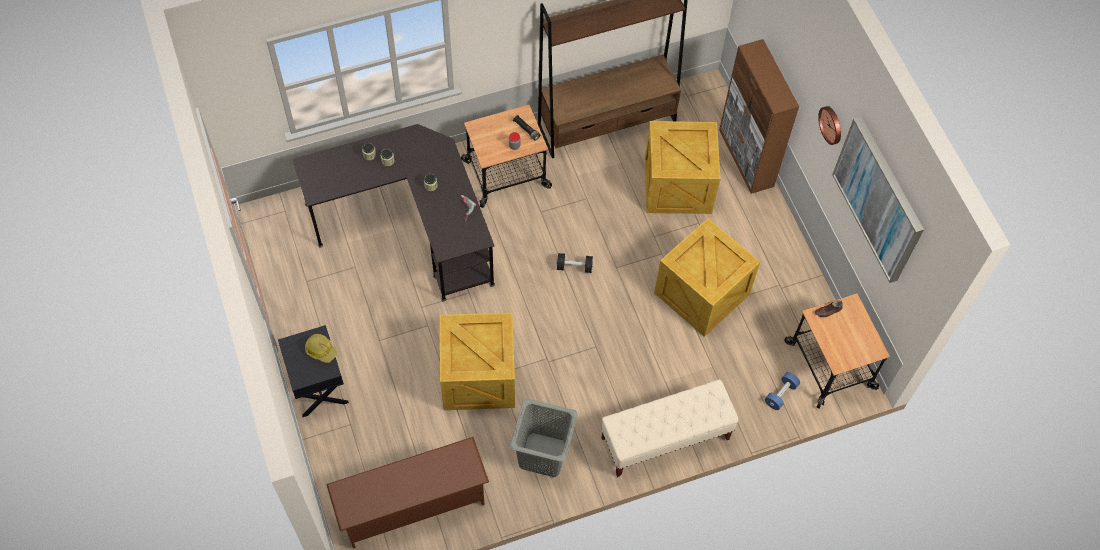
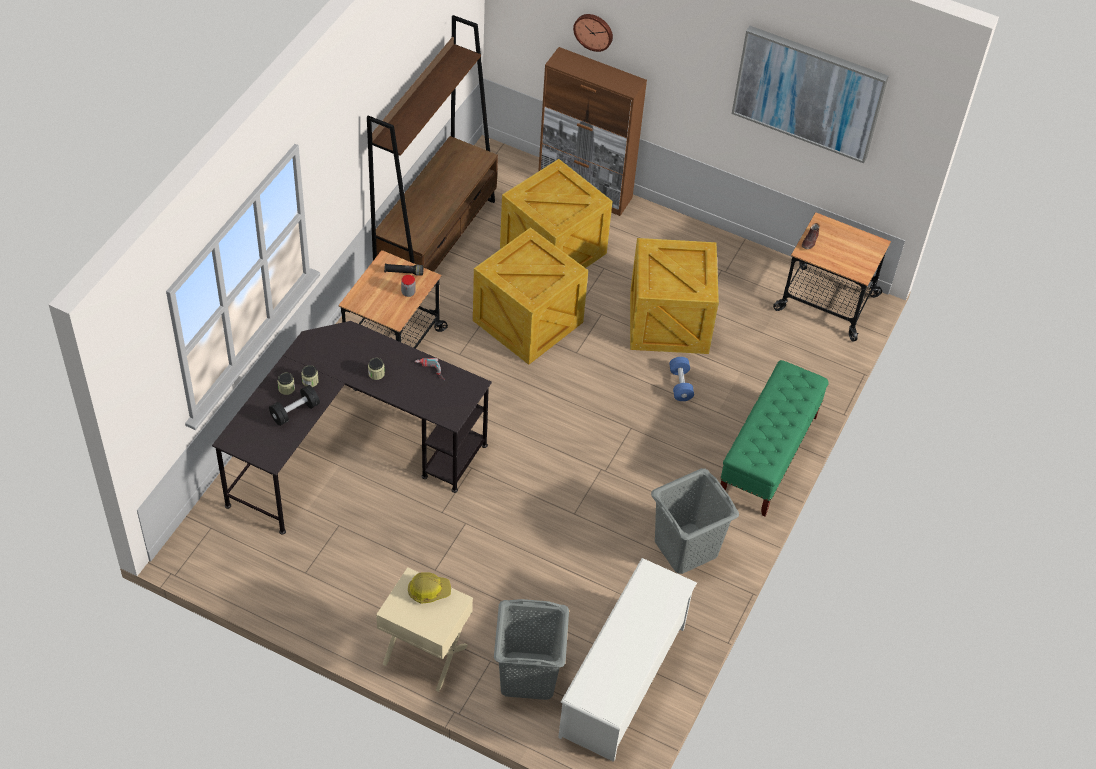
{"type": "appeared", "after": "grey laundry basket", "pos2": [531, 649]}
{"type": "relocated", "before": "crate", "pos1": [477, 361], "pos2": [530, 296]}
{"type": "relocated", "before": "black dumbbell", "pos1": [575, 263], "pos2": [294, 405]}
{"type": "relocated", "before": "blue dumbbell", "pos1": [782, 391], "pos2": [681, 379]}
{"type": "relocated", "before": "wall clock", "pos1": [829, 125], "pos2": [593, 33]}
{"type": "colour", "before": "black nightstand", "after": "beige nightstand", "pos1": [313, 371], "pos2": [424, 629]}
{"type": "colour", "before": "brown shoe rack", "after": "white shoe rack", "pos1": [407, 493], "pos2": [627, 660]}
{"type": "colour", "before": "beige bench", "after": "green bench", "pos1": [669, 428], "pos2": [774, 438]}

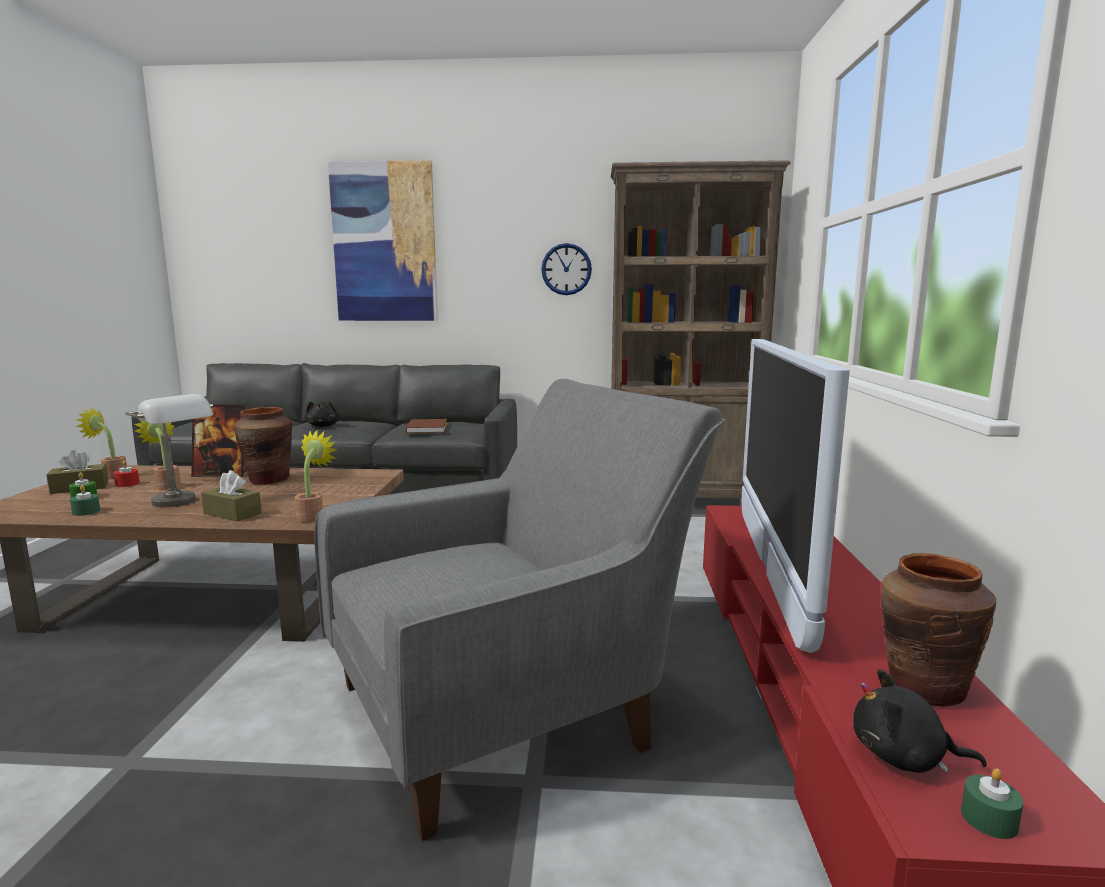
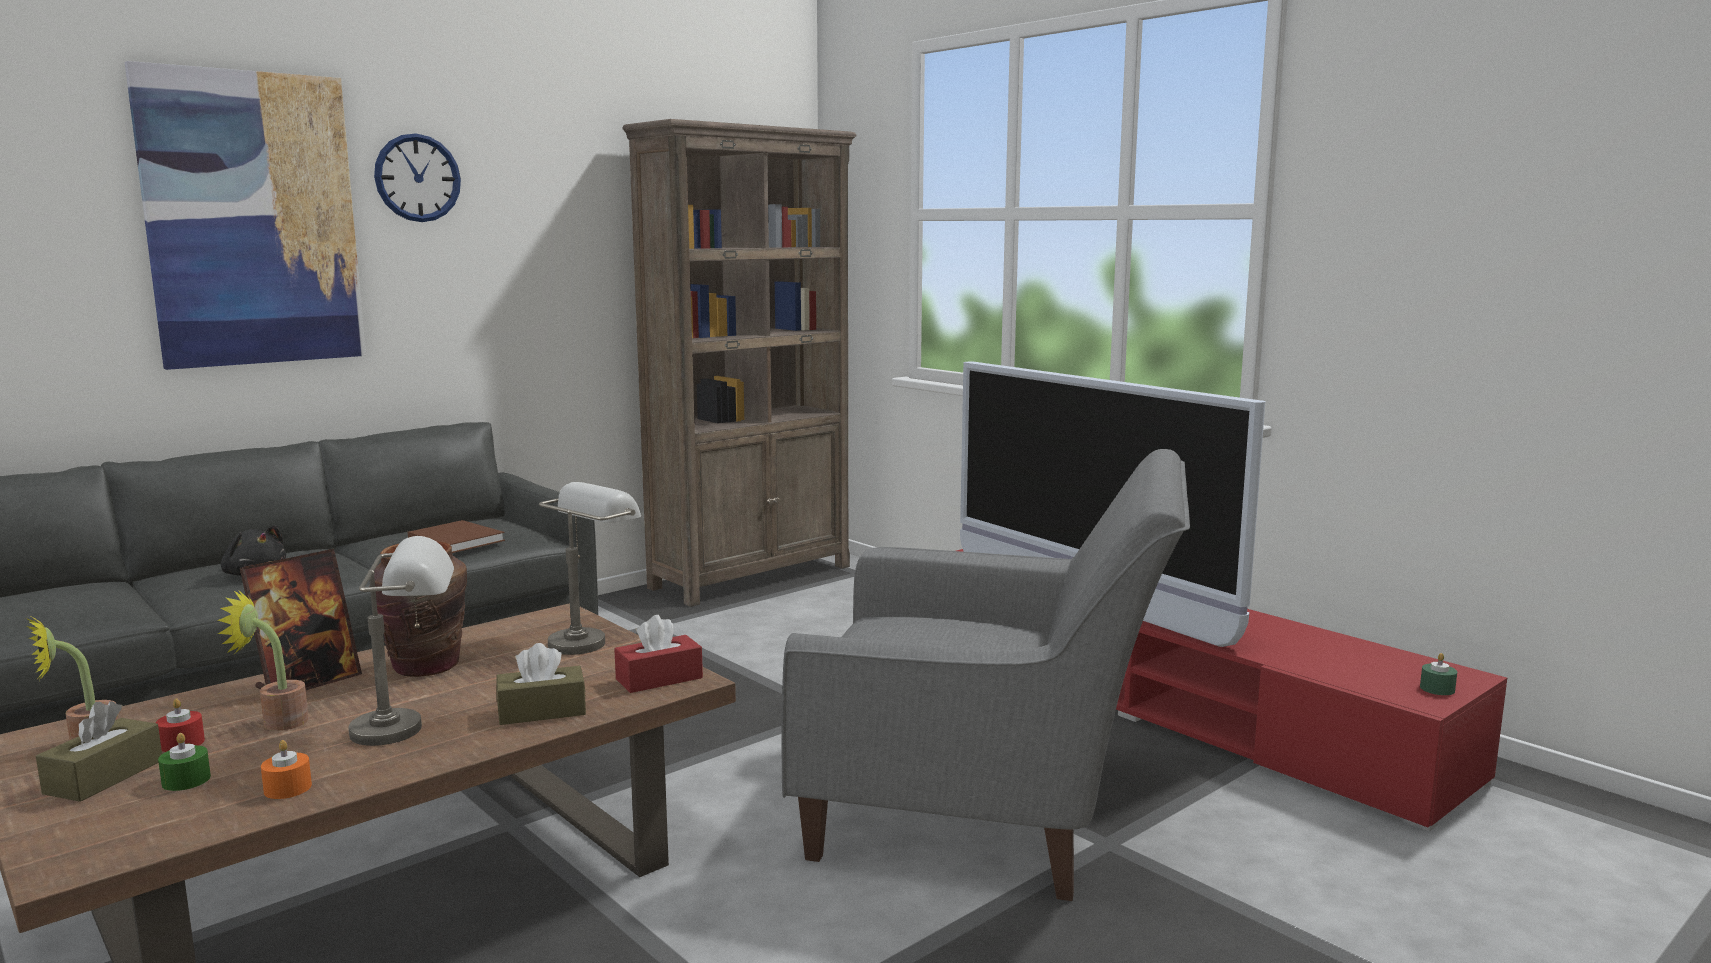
{"type": "missing", "before": "black plush toy", "pos1": [920, 721]}
{"type": "missing", "before": "brown vase", "pos1": [938, 630]}
{"type": "appeared", "after": "grey table lamp", "pos2": [590, 568]}
{"type": "relocated", "before": "wall clock", "pos1": [566, 269], "pos2": [417, 177]}
{"type": "exchanged", "before": "potted plant", "after": "red tissue box", "pos1": [316, 475], "pos2": [658, 654]}
{"type": "colour", "before": "green candle", "after": "orange candle", "pos1": [85, 500], "pos2": [286, 769]}
{"type": "spun", "before": "grey armchair", "pos1": [519, 610], "pos2": [985, 675], "turn": 90}

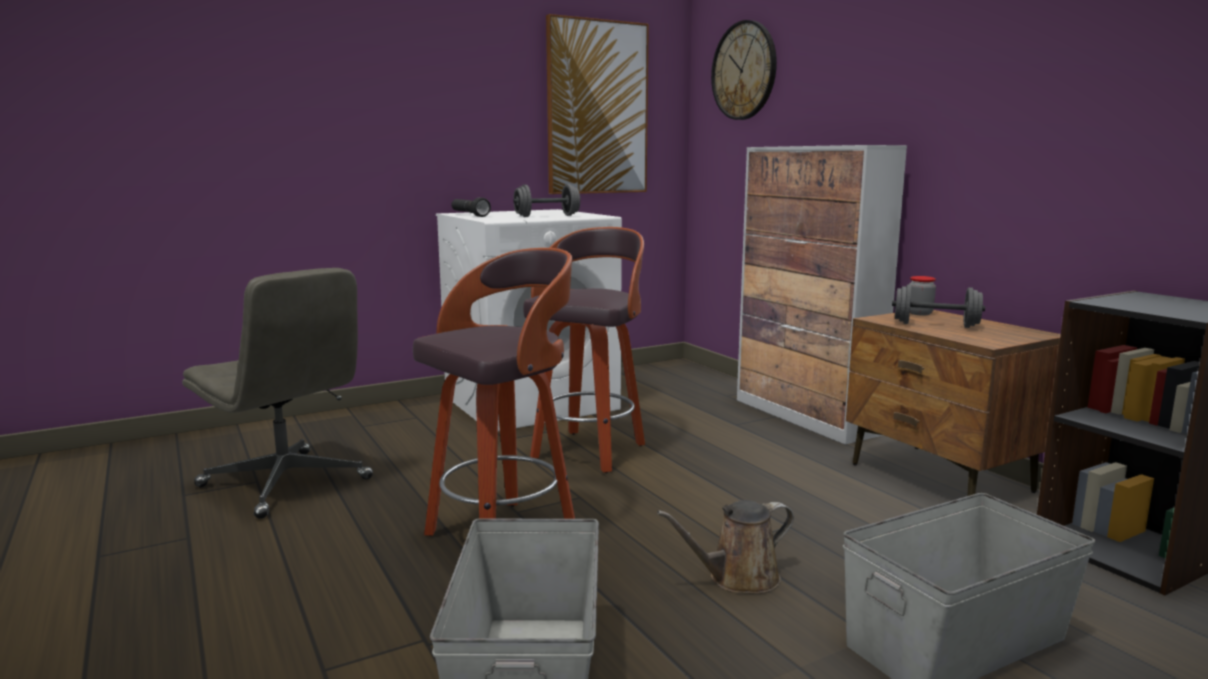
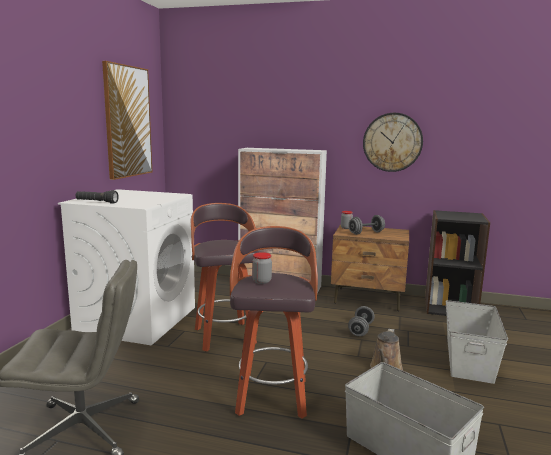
{"type": "appeared", "after": "jar", "pos2": [262, 268]}
{"type": "relocated", "before": "grey dumbbell", "pos1": [546, 200], "pos2": [361, 321]}
{"type": "relocated", "before": "wall clock", "pos1": [744, 70], "pos2": [393, 142]}

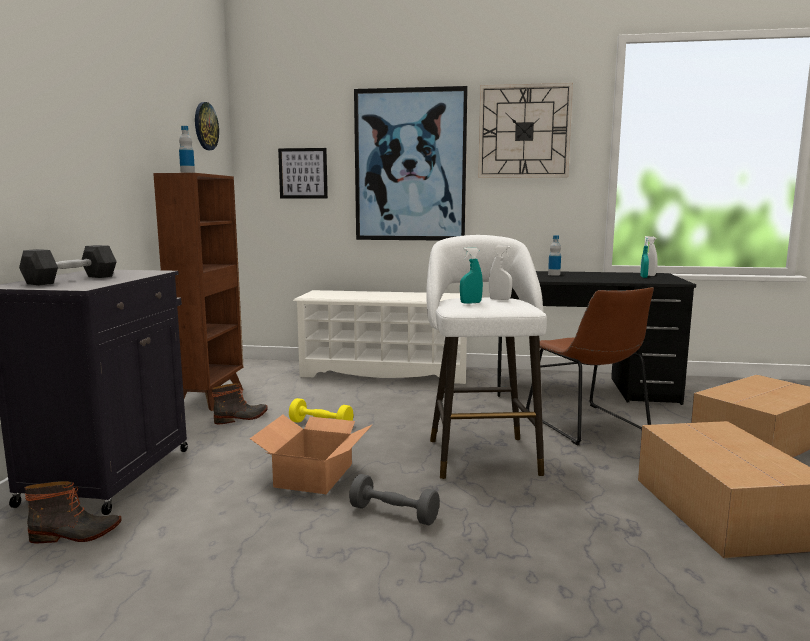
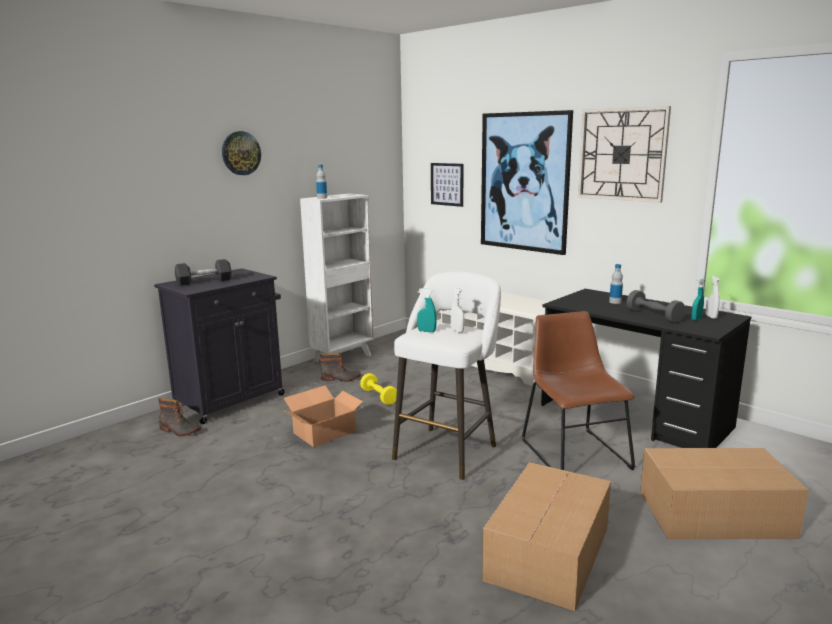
{"type": "relocated", "before": "wall clock", "pos1": [207, 126], "pos2": [241, 153]}
{"type": "relocated", "before": "grey dumbbell", "pos1": [394, 500], "pos2": [656, 306]}
{"type": "colour", "before": "brown bookcase", "after": "white bookcase", "pos1": [198, 292], "pos2": [337, 278]}
{"type": "spun", "before": "brown chair", "pos1": [590, 366], "pos2": [578, 390], "turn": 150}

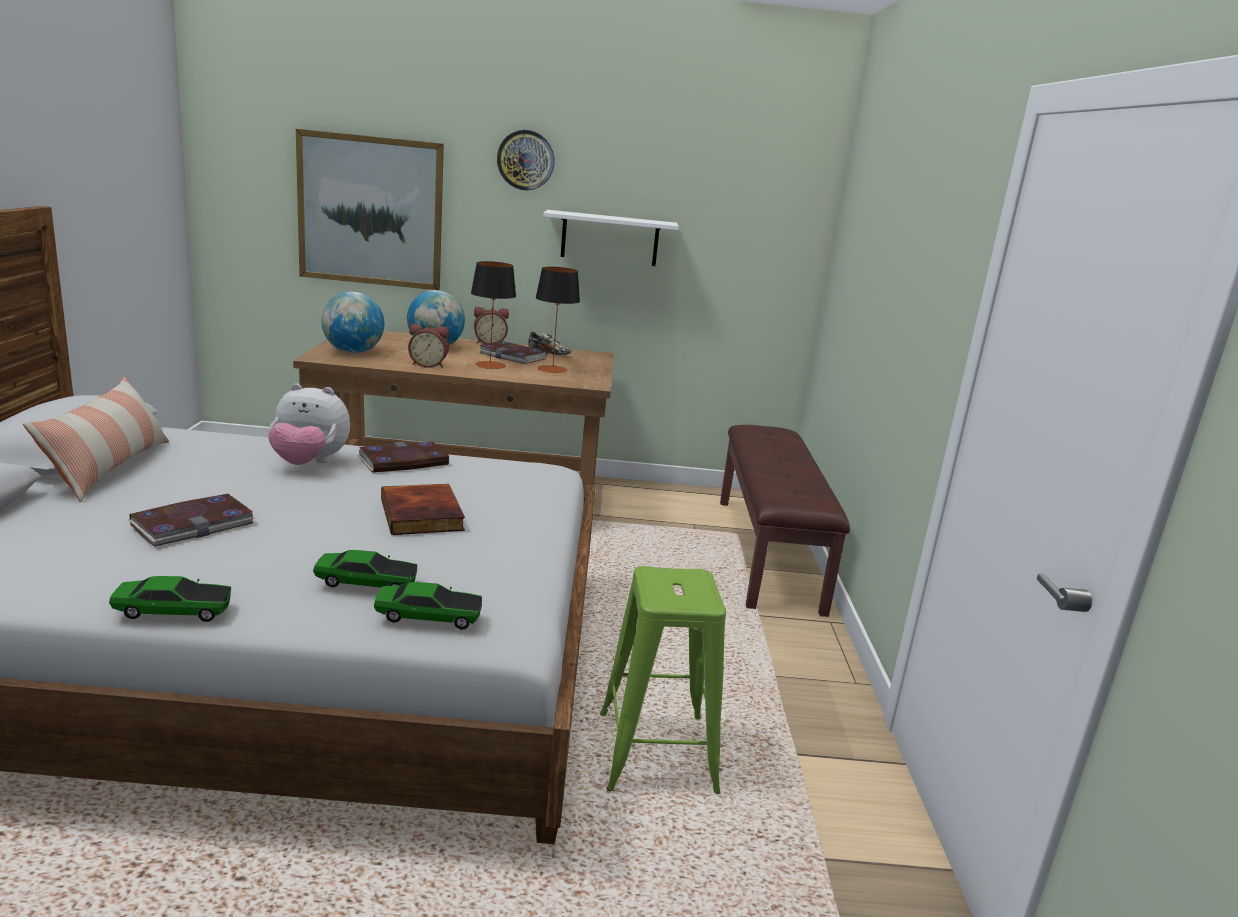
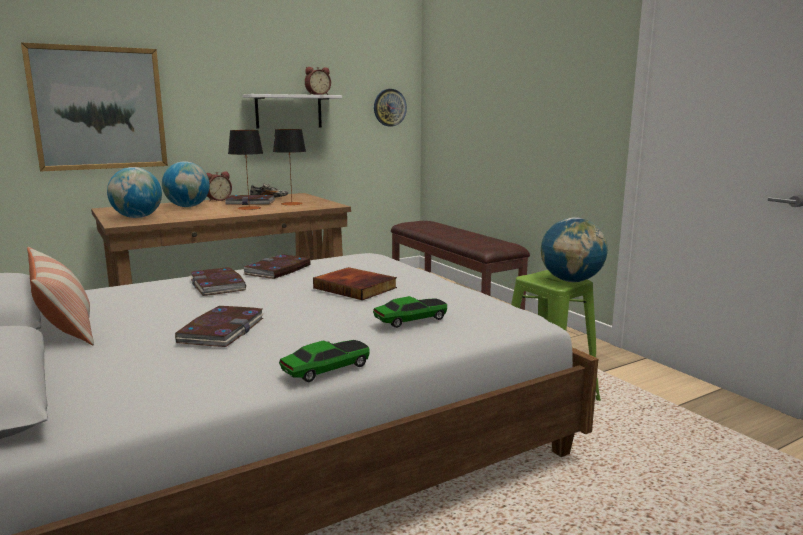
{"type": "missing", "before": "toy car", "pos1": [428, 606]}
{"type": "appeared", "after": "globe", "pos2": [574, 249]}
{"type": "relocated", "before": "alarm clock", "pos1": [428, 345], "pos2": [318, 81]}
{"type": "relocated", "before": "wall clock", "pos1": [526, 160], "pos2": [390, 108]}
{"type": "exchanged", "before": "plush toy", "after": "book", "pos1": [309, 424], "pos2": [218, 281]}

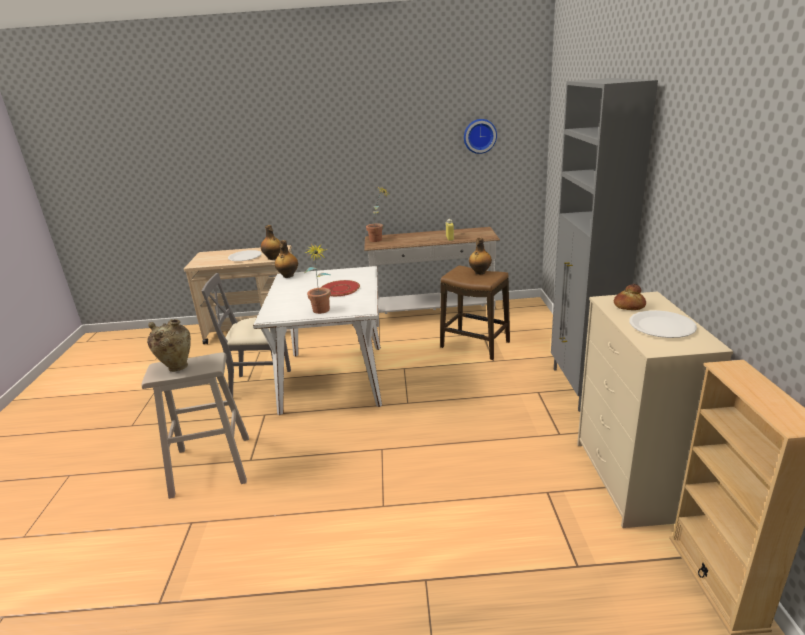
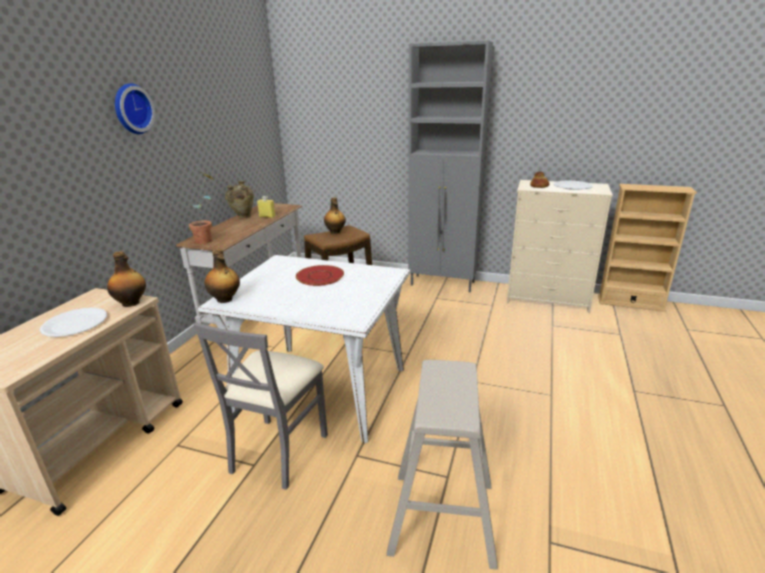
{"type": "missing", "before": "potted plant", "pos1": [317, 279]}
{"type": "relocated", "before": "beige vase", "pos1": [169, 345], "pos2": [239, 199]}
{"type": "relocated", "before": "wall clock", "pos1": [480, 136], "pos2": [135, 108]}

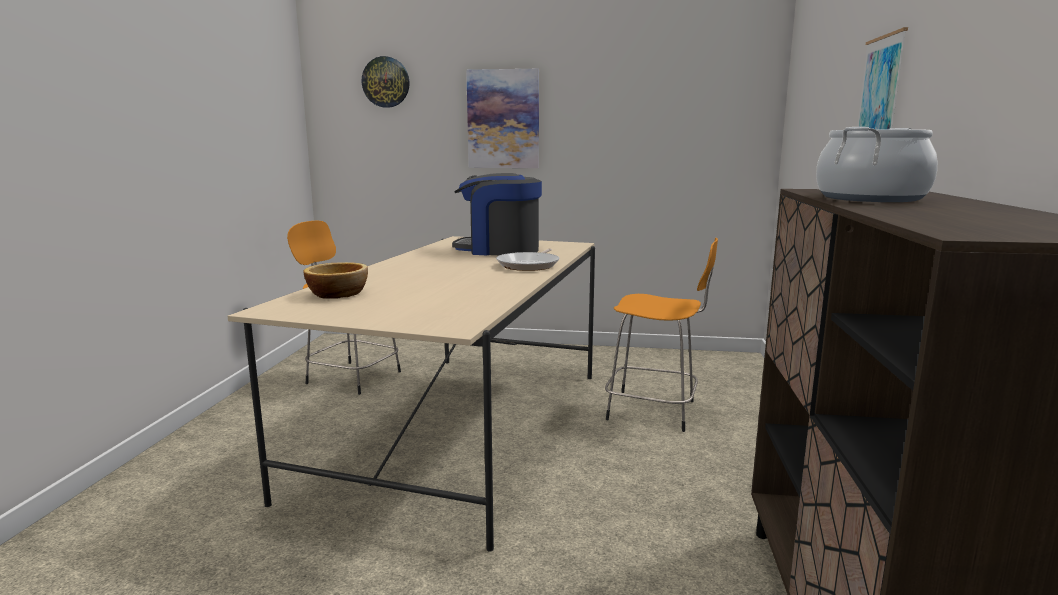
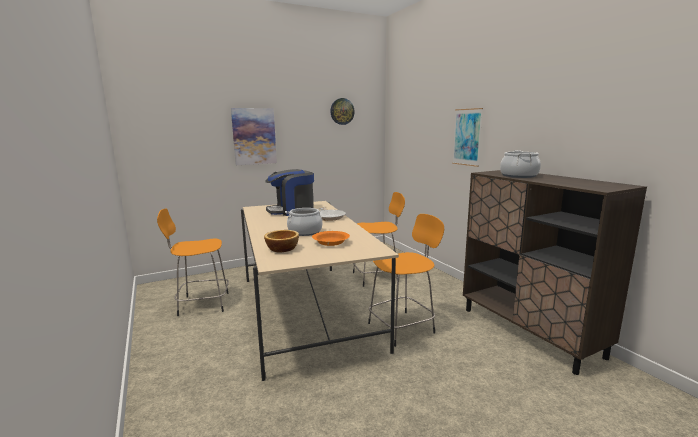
{"type": "appeared", "after": "cooking pot", "pos2": [304, 222]}
{"type": "appeared", "after": "orange bowl", "pos2": [331, 238]}
{"type": "appeared", "after": "orange stool", "pos2": [406, 280]}
{"type": "relocated", "before": "wall clock", "pos1": [386, 82], "pos2": [342, 111]}

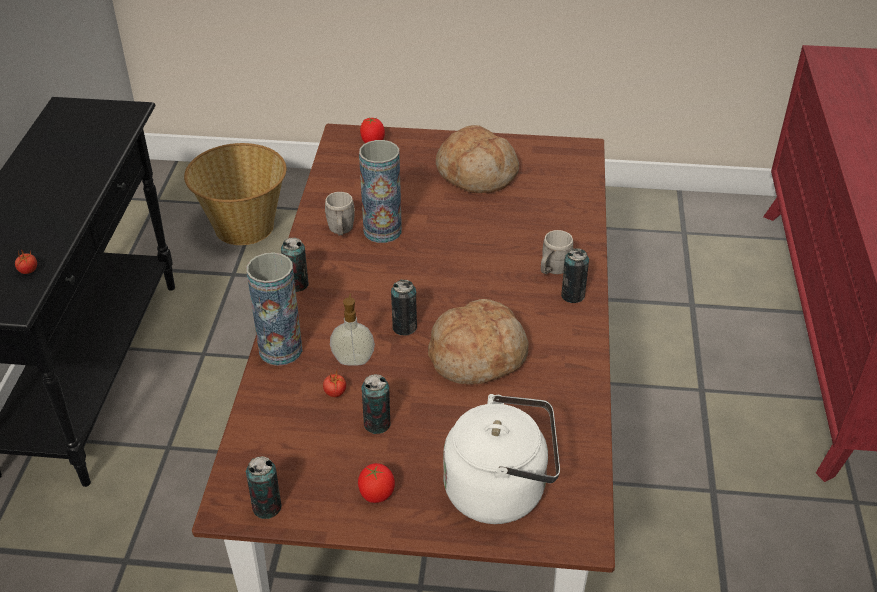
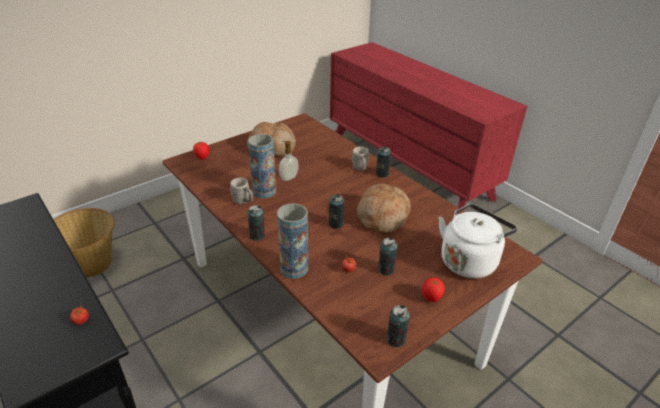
{"type": "relocated", "before": "soap dispenser", "pos1": [352, 330], "pos2": [289, 161]}

